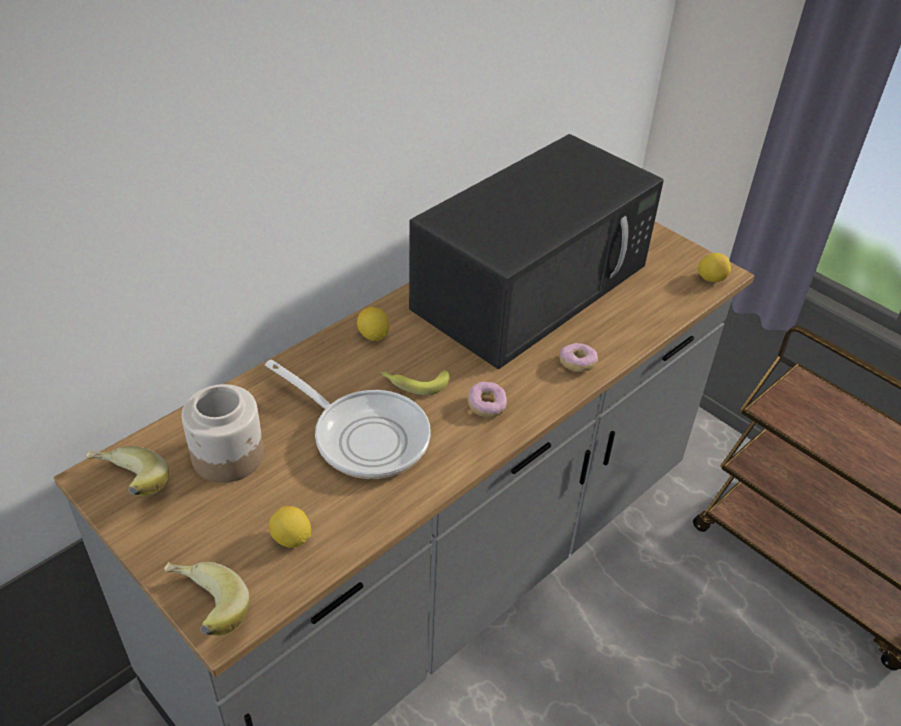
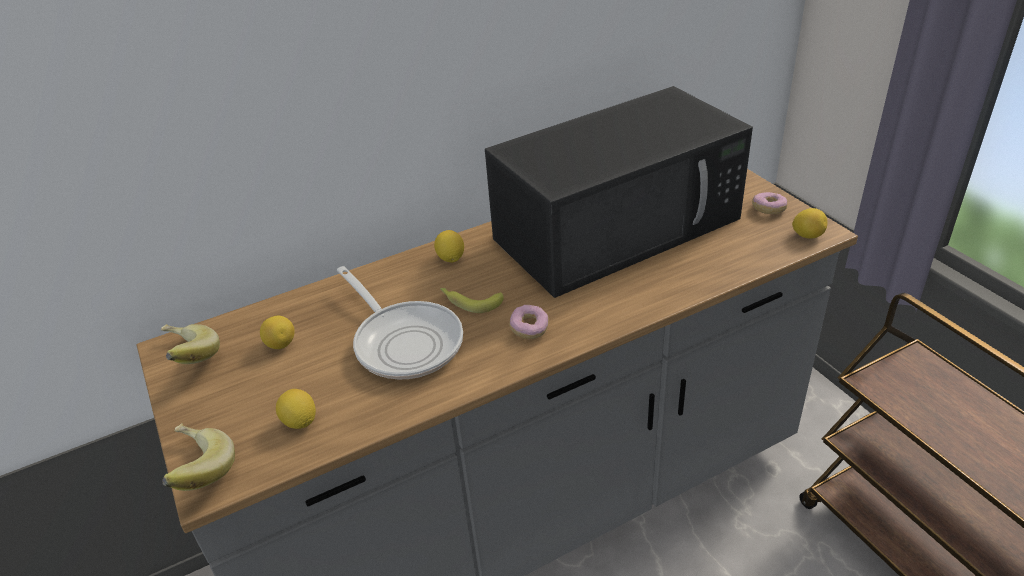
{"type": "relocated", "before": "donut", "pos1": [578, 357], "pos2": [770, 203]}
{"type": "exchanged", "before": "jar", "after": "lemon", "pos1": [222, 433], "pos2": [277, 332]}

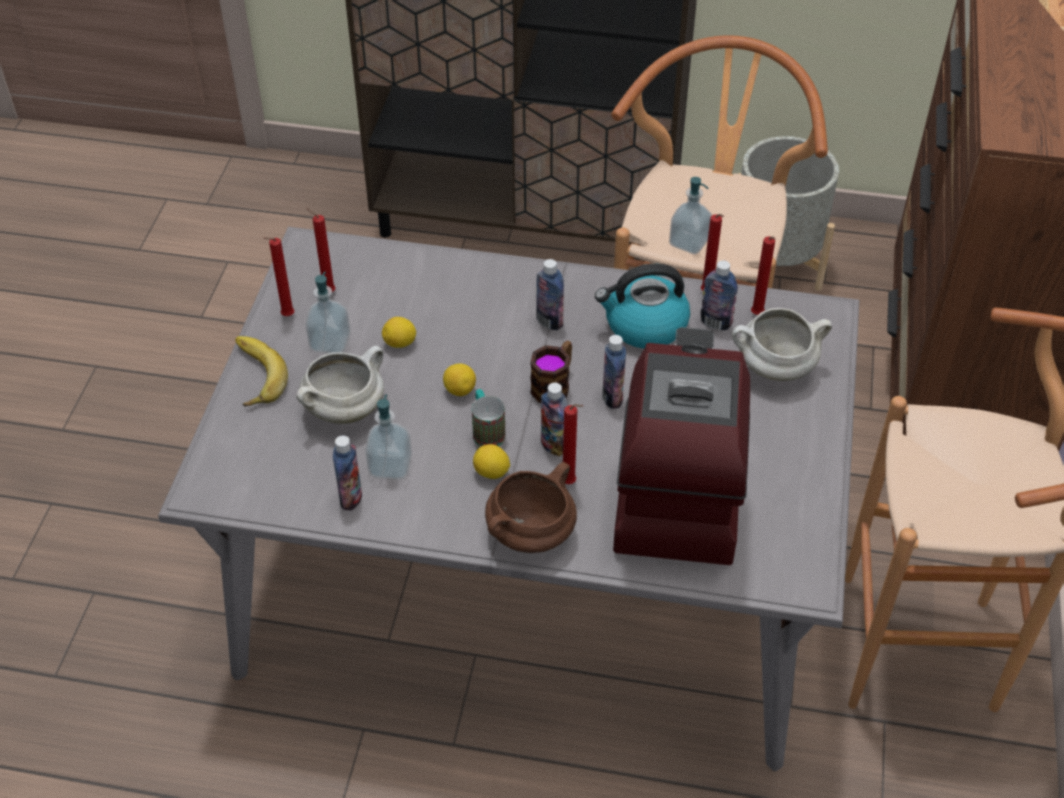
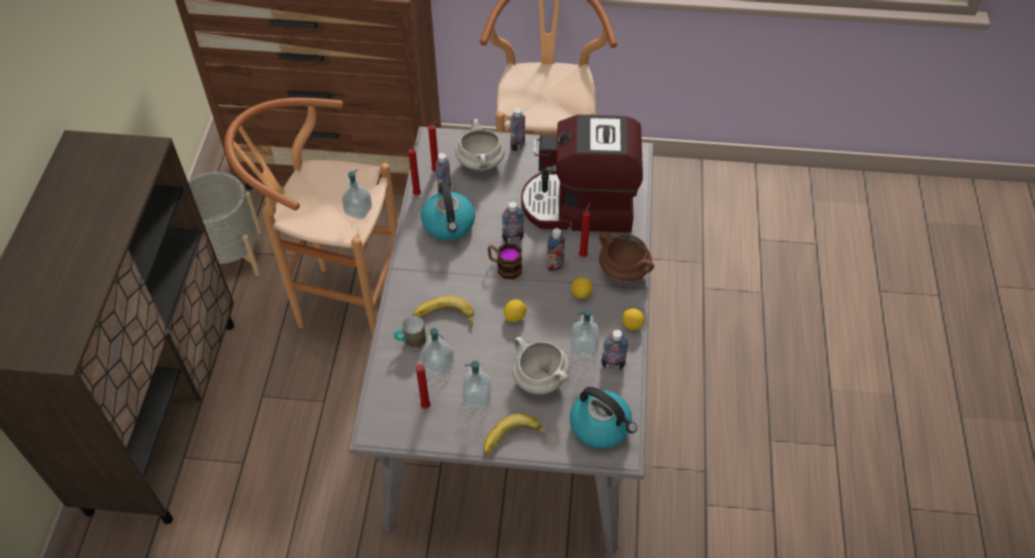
{"type": "missing", "before": "red candle", "pos1": [278, 276]}
{"type": "appeared", "after": "banana", "pos2": [443, 311]}
{"type": "appeared", "after": "soap dispenser", "pos2": [437, 352]}
{"type": "appeared", "after": "kettle", "pos2": [603, 417]}
{"type": "relocated", "before": "lemon", "pos1": [399, 332], "pos2": [633, 319]}
{"type": "relocated", "before": "mug", "pos1": [488, 418], "pos2": [410, 332]}
{"type": "relocated", "before": "bottle", "pos1": [550, 294], "pos2": [517, 129]}

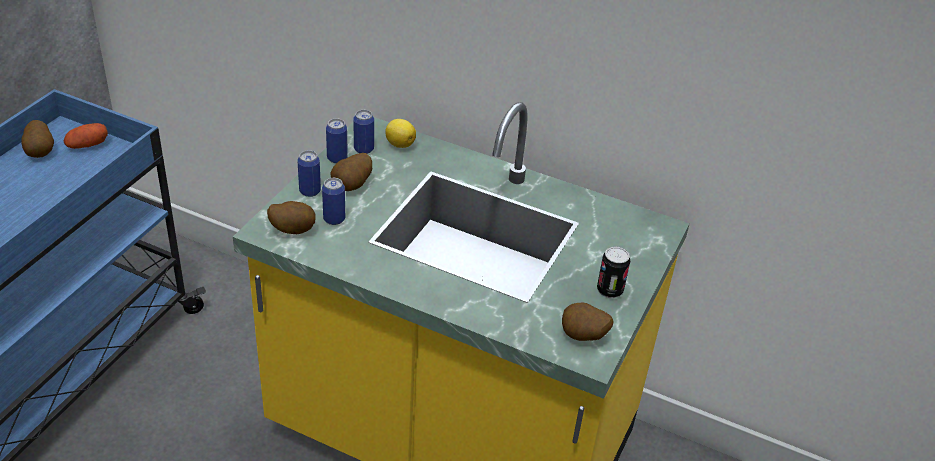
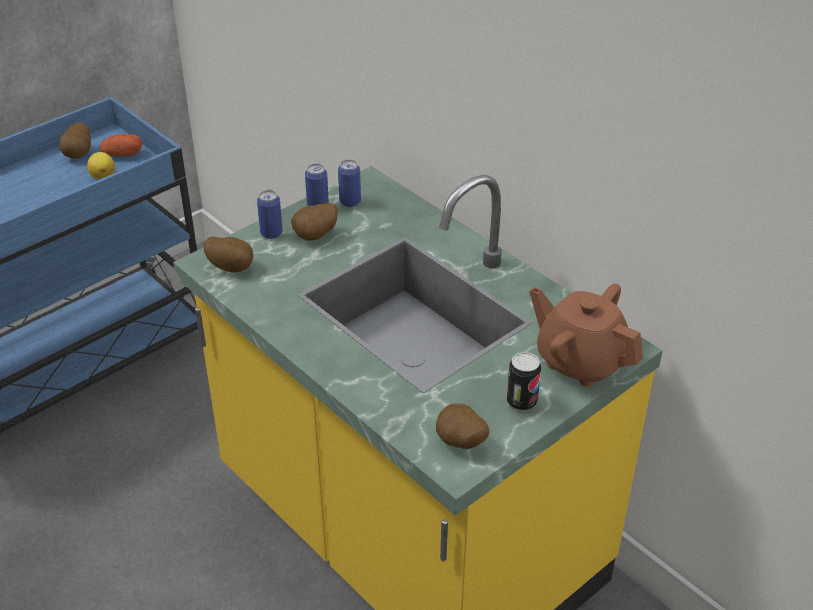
{"type": "missing", "before": "can", "pos1": [333, 201]}
{"type": "appeared", "after": "brown teapot", "pos2": [586, 335]}
{"type": "relocated", "before": "lemon", "pos1": [400, 133], "pos2": [101, 166]}

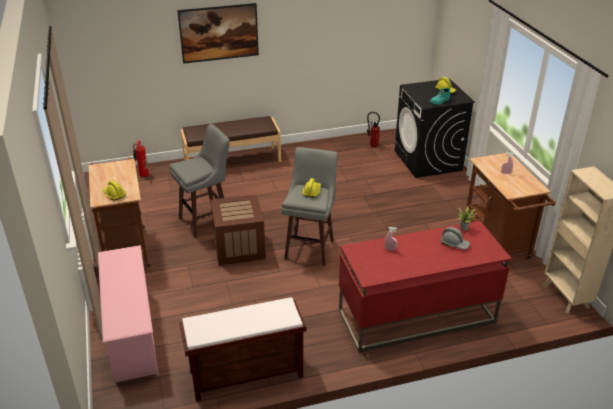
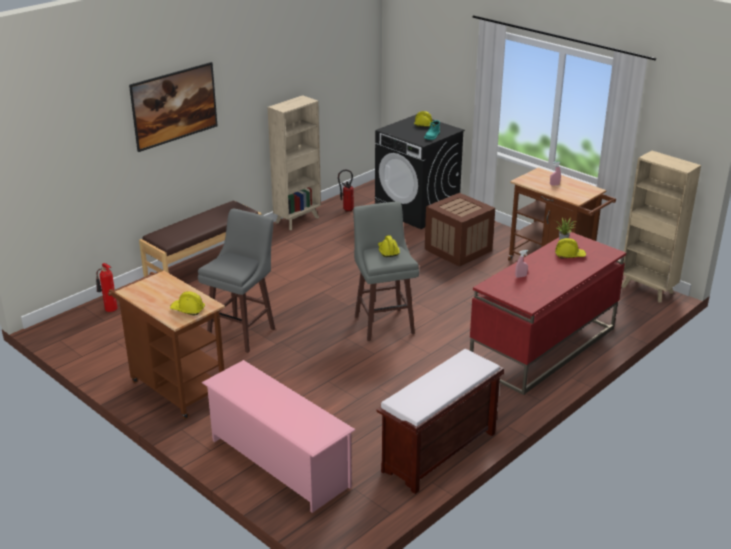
{"type": "appeared", "after": "beige bookcase", "pos2": [294, 162]}
{"type": "relocated", "before": "crate", "pos1": [238, 229], "pos2": [460, 230]}
{"type": "colour", "before": "grey hard hat", "after": "yellow hard hat", "pos1": [455, 238], "pos2": [570, 248]}

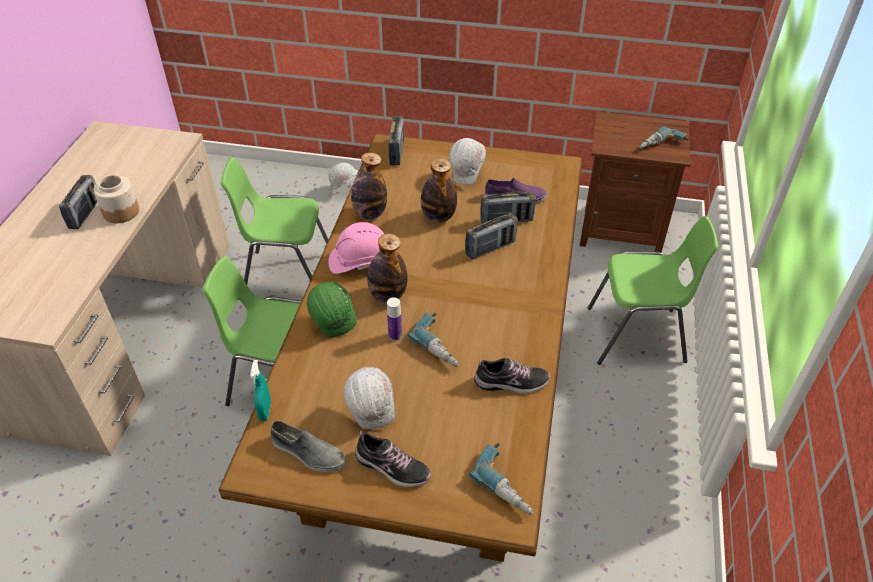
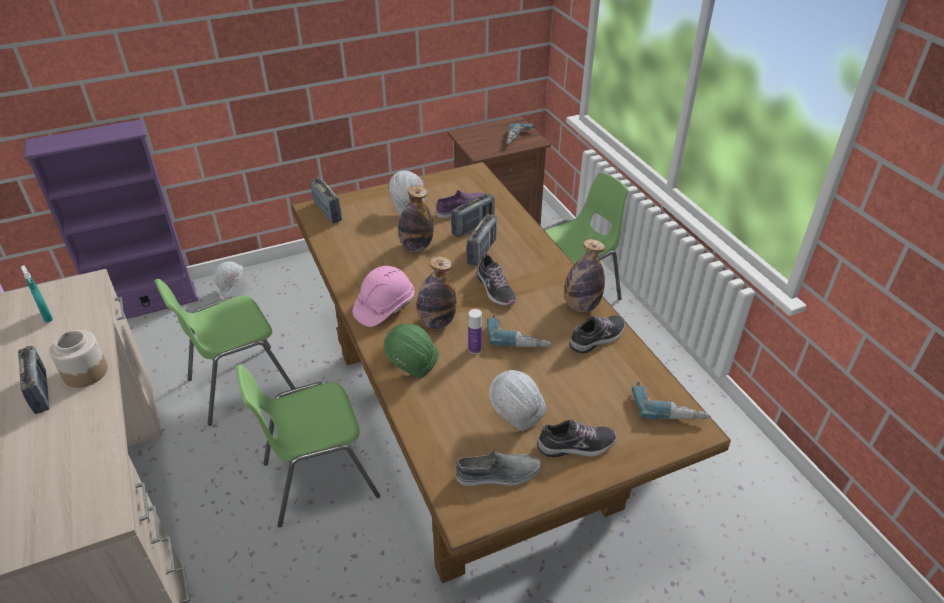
{"type": "appeared", "after": "purple bookcase", "pos2": [111, 219]}
{"type": "appeared", "after": "shoe", "pos2": [497, 278]}
{"type": "relocated", "before": "turquoise spray bottle", "pos1": [260, 391], "pos2": [37, 293]}
{"type": "relocated", "before": "bottle", "pos1": [369, 186], "pos2": [584, 275]}

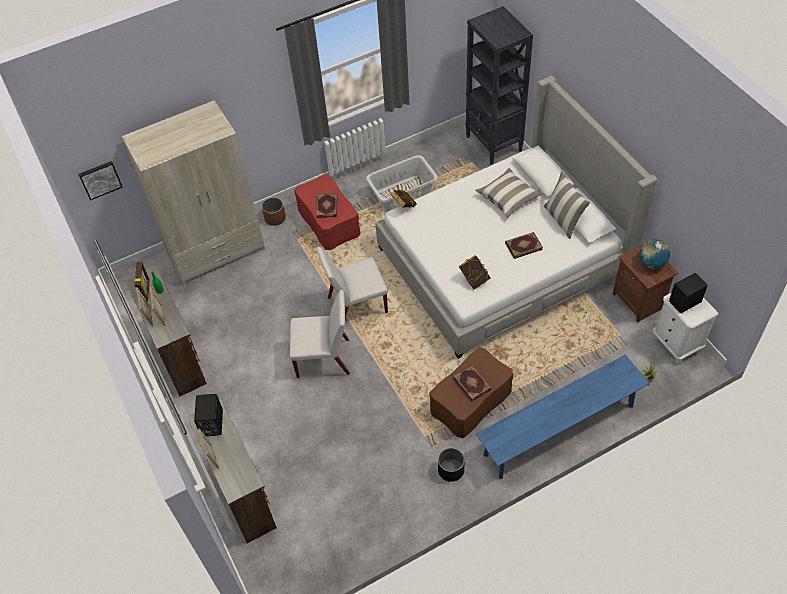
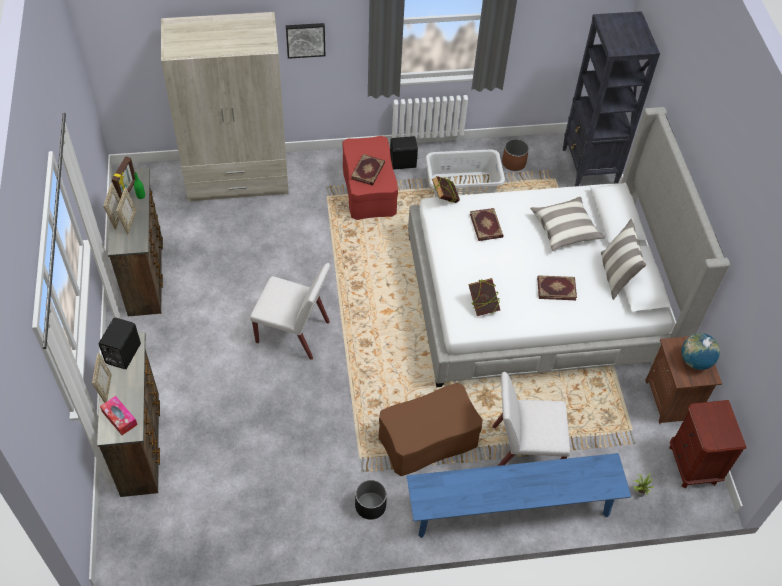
{"type": "appeared", "after": "tissue box", "pos2": [119, 415]}
{"type": "relocated", "before": "picture", "pos1": [100, 180], "pos2": [305, 41]}
{"type": "relocated", "before": "brown planter", "pos1": [274, 212], "pos2": [515, 155]}
{"type": "relocated", "before": "white chair", "pos1": [352, 282], "pos2": [531, 419]}
{"type": "relocated", "before": "book", "pos1": [472, 383], "pos2": [487, 224]}
{"type": "relocated", "before": "black speaker", "pos1": [688, 293], "pos2": [404, 153]}
{"type": "colour", "before": "white nightstand", "after": "brown nightstand", "pos1": [686, 328], "pos2": [707, 444]}

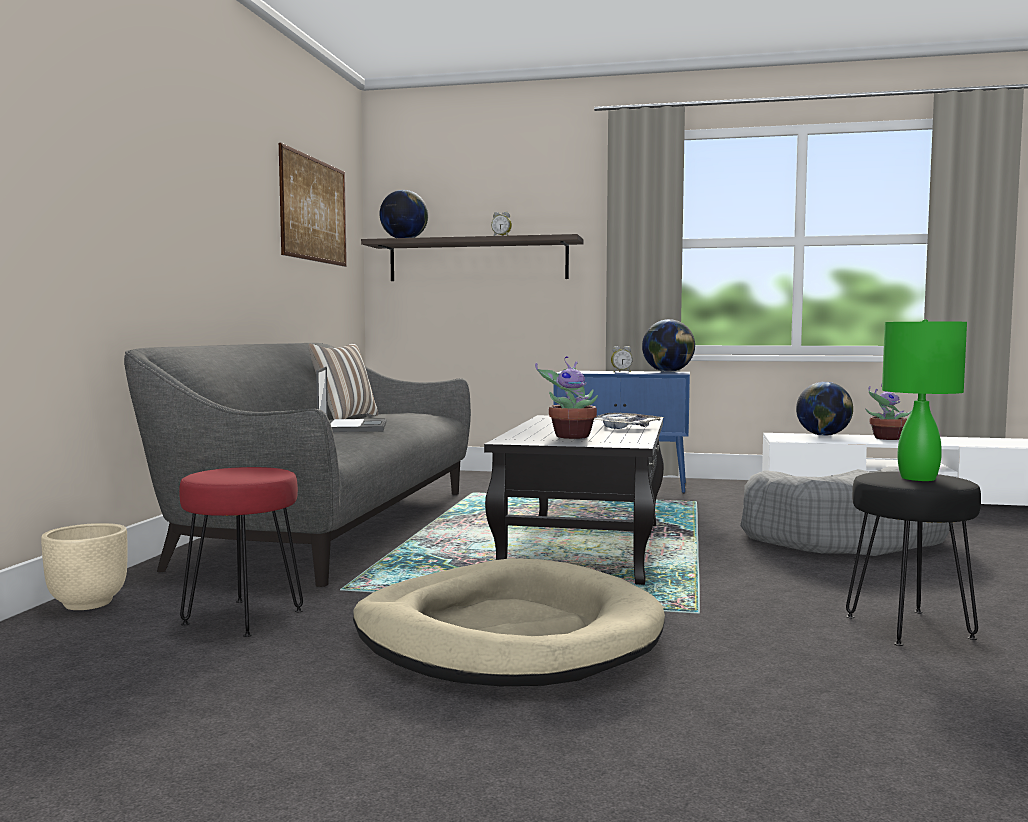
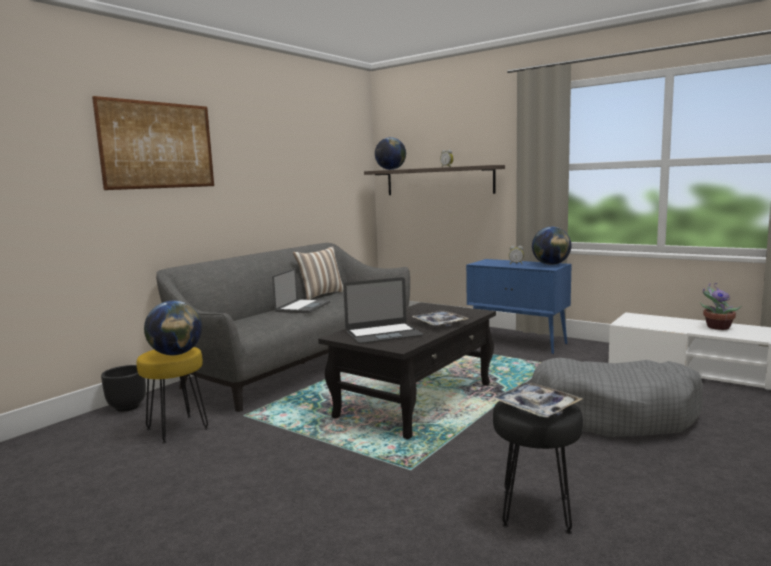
{"type": "missing", "before": "beige dog bed", "pos1": [509, 622]}
{"type": "relocated", "before": "picture", "pos1": [313, 205], "pos2": [153, 143]}
{"type": "relocated", "before": "globe", "pos1": [824, 409], "pos2": [173, 328]}
{"type": "exchanged", "before": "potted plant", "after": "laptop", "pos1": [566, 397], "pos2": [383, 310]}
{"type": "exchanged", "before": "green table lamp", "after": "tray", "pos1": [924, 400], "pos2": [537, 400]}
{"type": "colour", "before": "beige planter", "after": "black planter", "pos1": [84, 566], "pos2": [123, 388]}
{"type": "colour", "before": "red stool", "after": "yellow stool", "pos1": [241, 552], "pos2": [173, 395]}

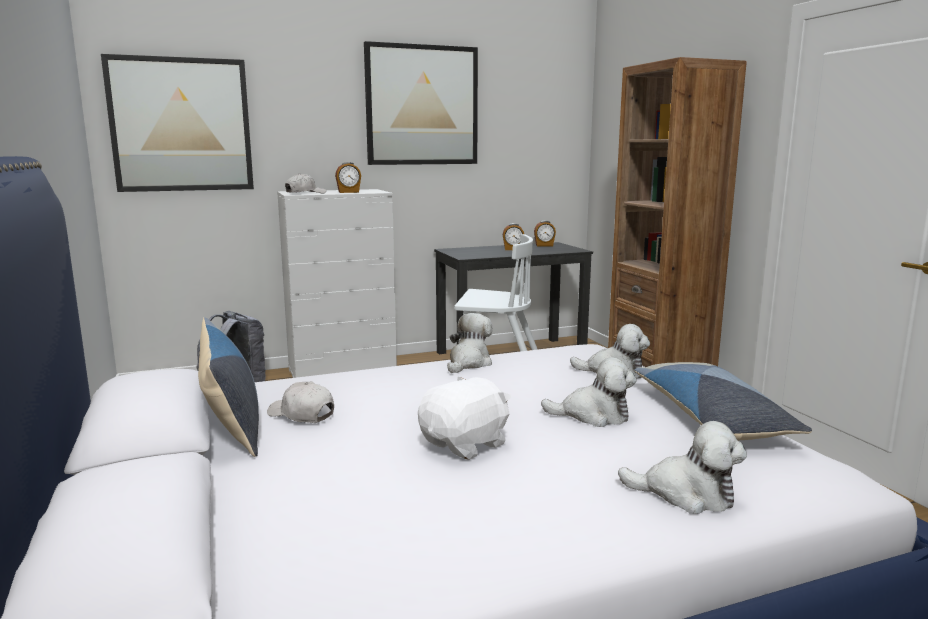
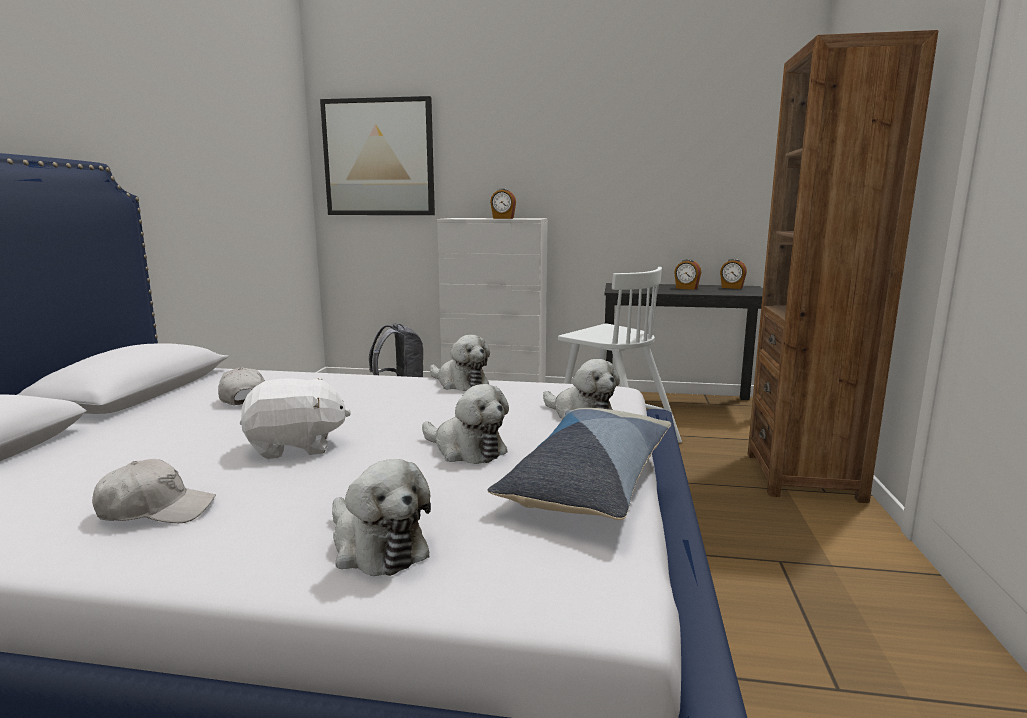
{"type": "missing", "before": "pillow", "pos1": [228, 387]}
{"type": "missing", "before": "picture", "pos1": [421, 103]}
{"type": "relocated", "before": "white cap", "pos1": [305, 183], "pos2": [154, 491]}
{"type": "spun", "before": "plush toy", "pos1": [469, 343], "pos2": [460, 363], "turn": 75}

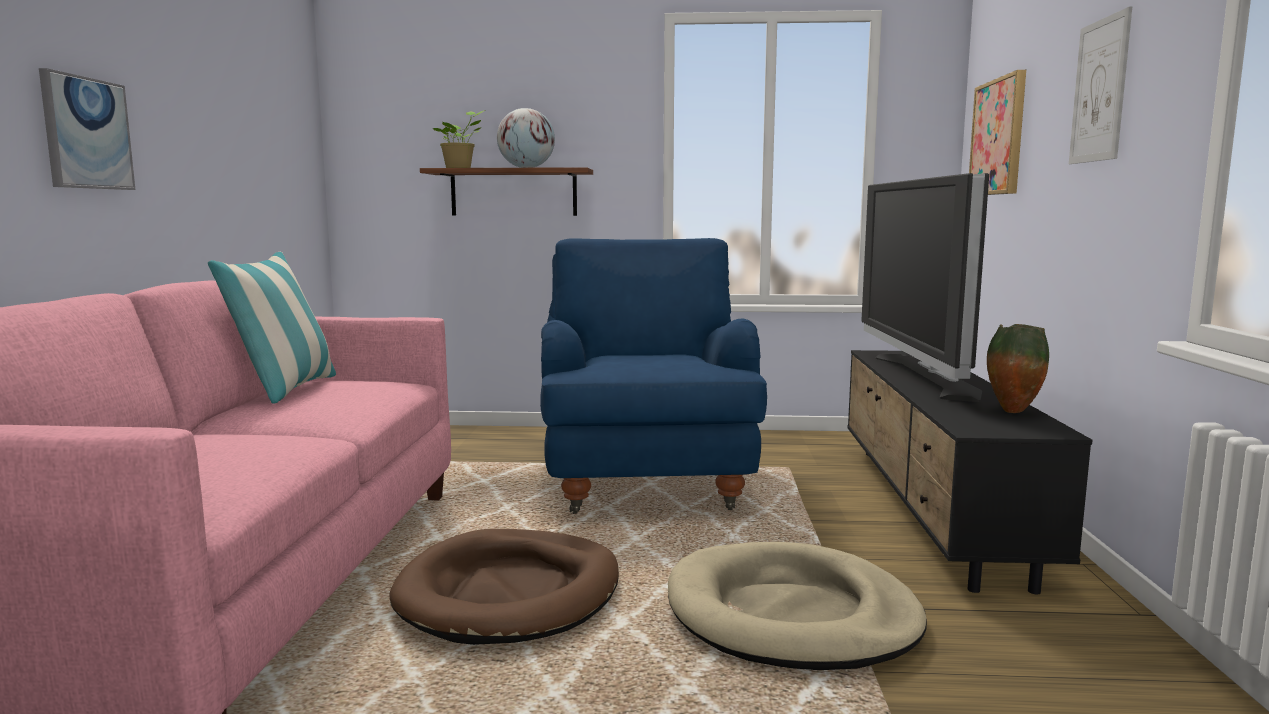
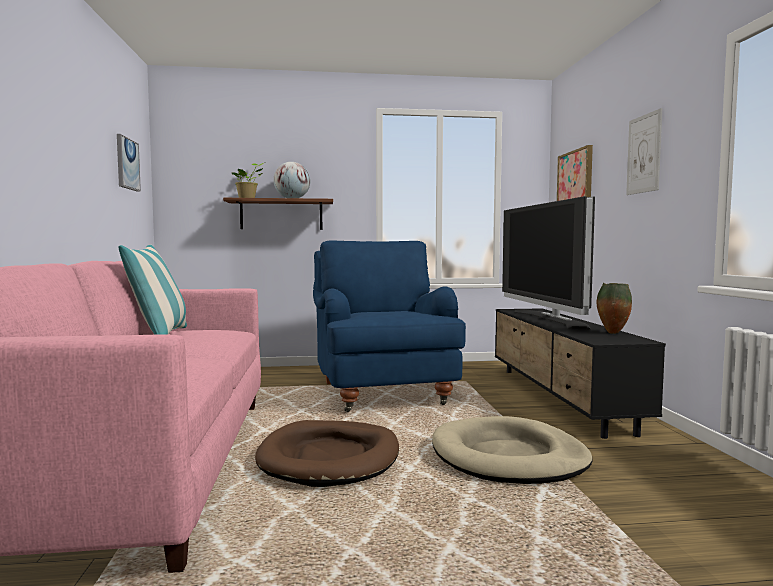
{"type": "relocated", "before": "picture", "pos1": [87, 129], "pos2": [129, 163]}

